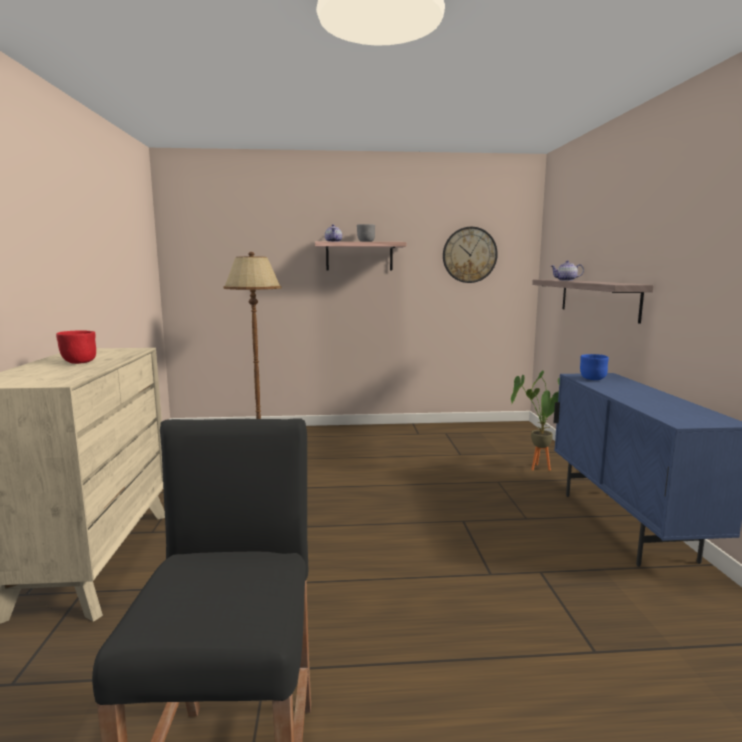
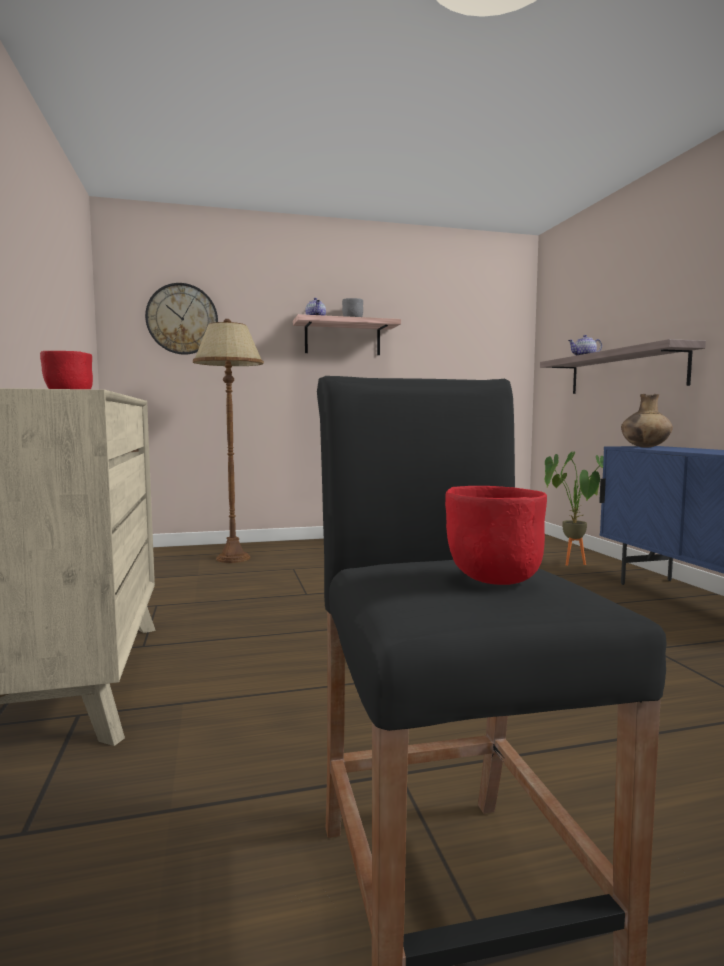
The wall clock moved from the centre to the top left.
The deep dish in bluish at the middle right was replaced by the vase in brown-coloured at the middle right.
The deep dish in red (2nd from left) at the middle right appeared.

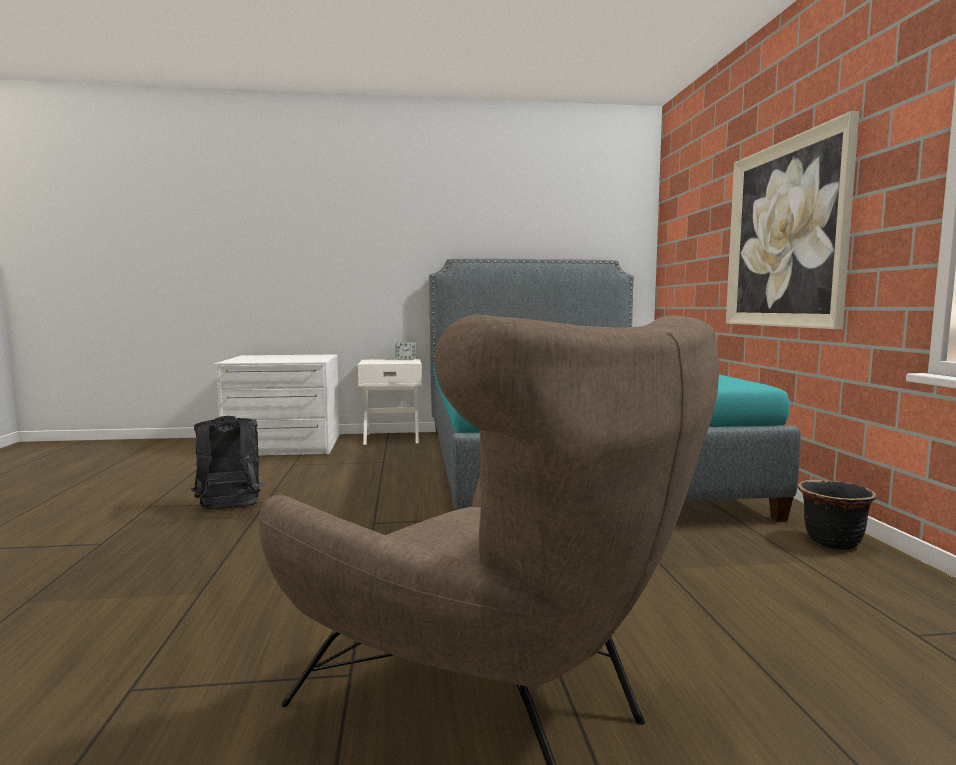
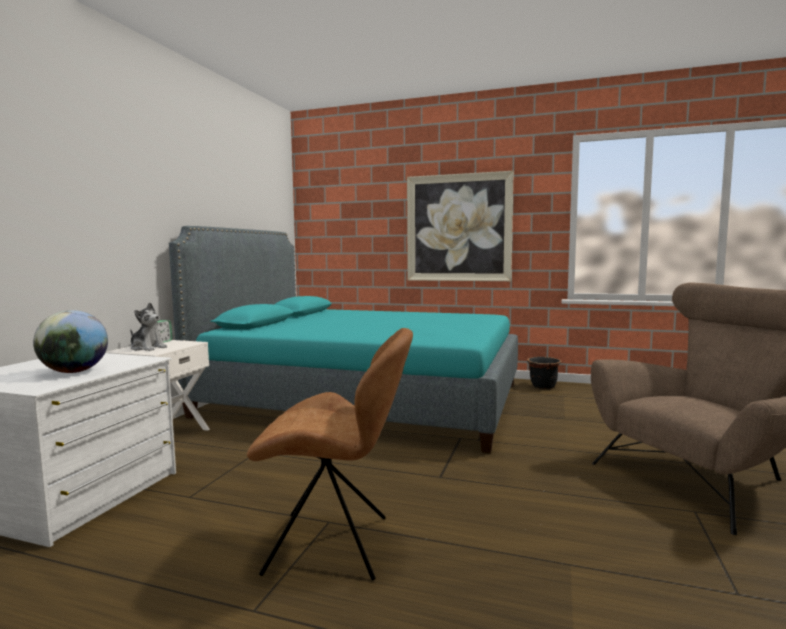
The rucksack in blackish at the middle left was replaced by the plain chair in brown-coloured at the bottom centre.
The plush toy at the middle left appeared.
The globe at the middle left appeared.

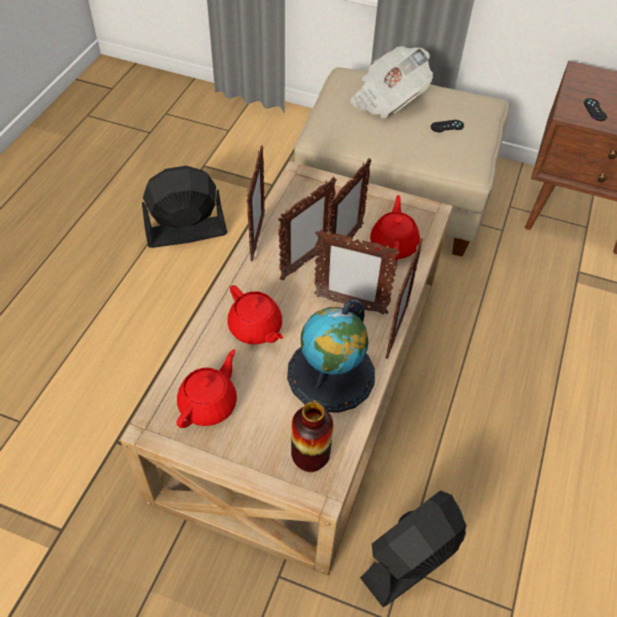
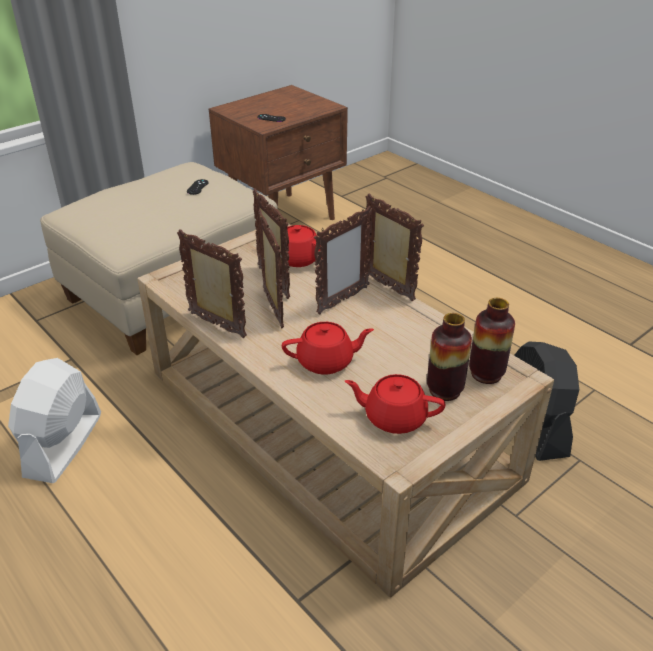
The printed paper at the top centre disappeared.
The cooling fan in blackish (1st from left) at the middle left became the cooling fan in whitish at the middle left.
The globe at the centre disappeared.
The tea pot in red (1st from left in the first image) at the centre turned 45 degrees counterclockwise.
The vase (1st from left) at the middle right appeared.

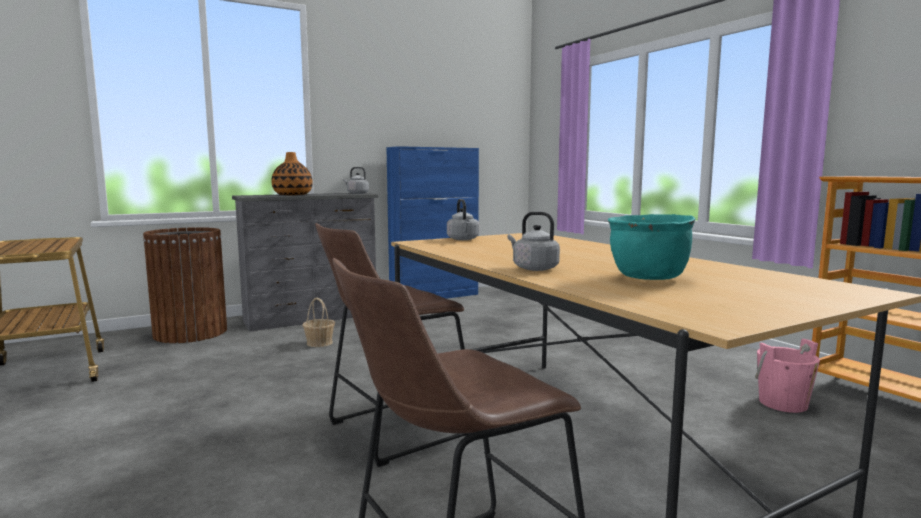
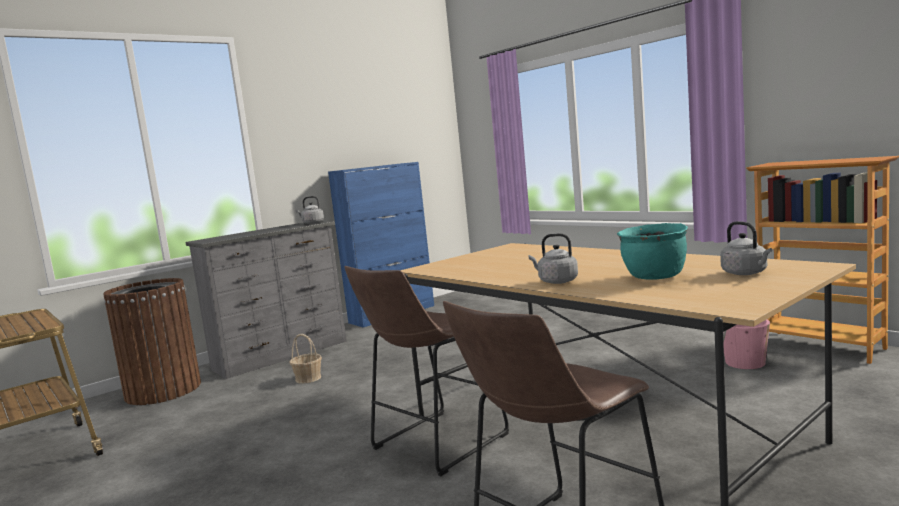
The vase at the middle left disappeared.
The kettle in greyish (2nd from left in the first image) moved from the centre to the middle right.

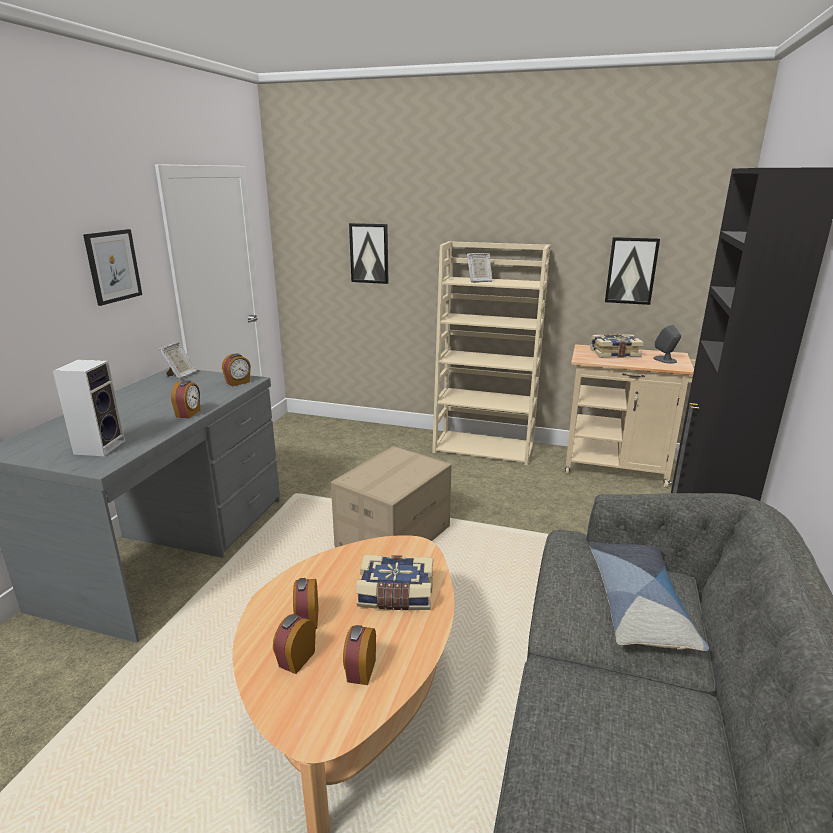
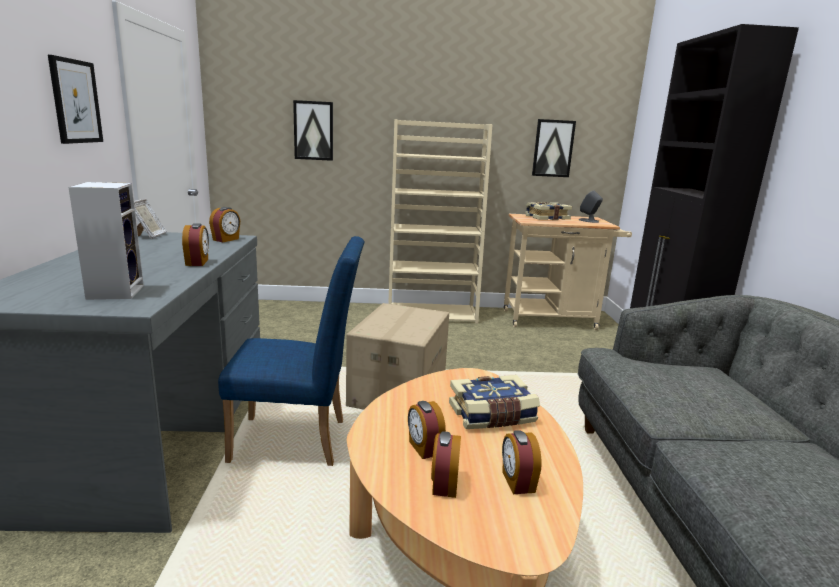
The standing frame (2nd from left) at the top centre disappeared.
The cushion at the bottom right disappeared.
The plain chair in bluish at the centre appeared.

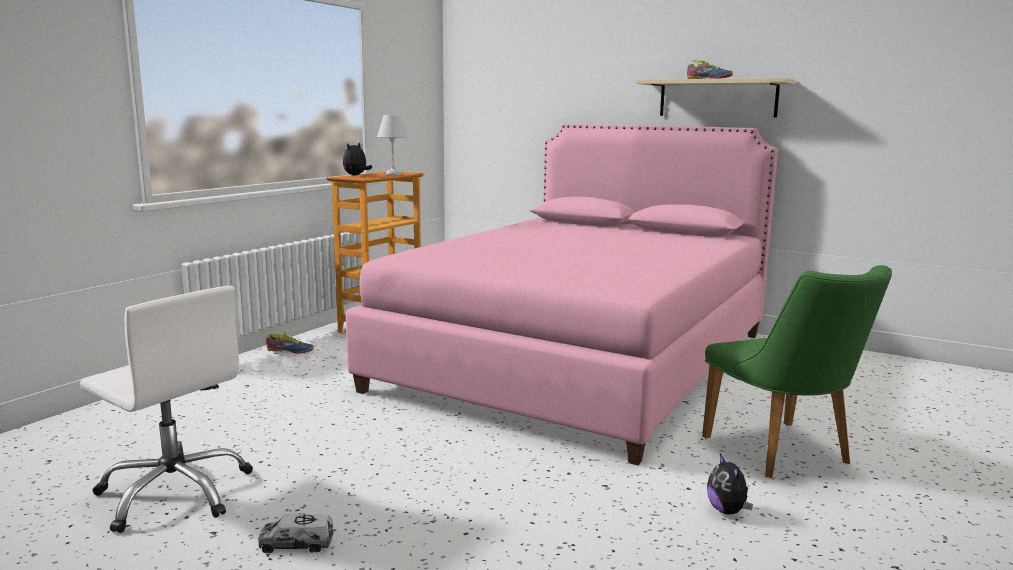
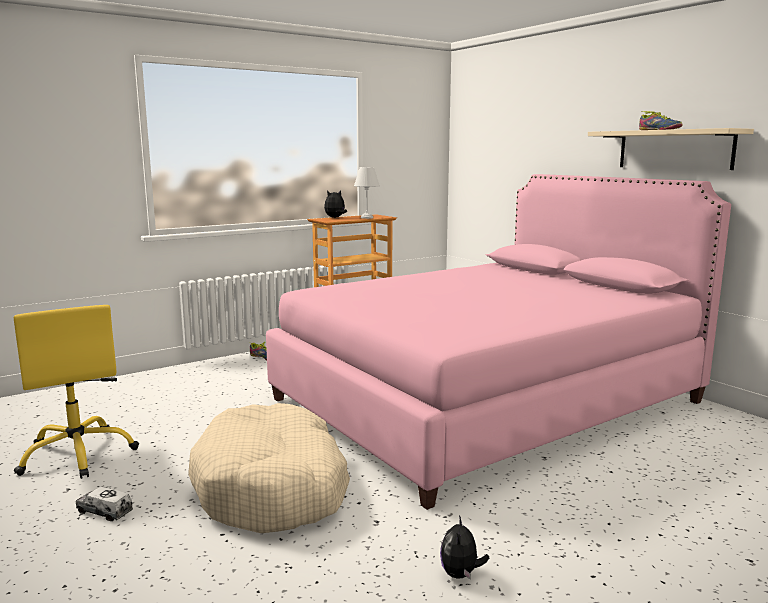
The plain chair in green at the middle right disappeared.
The office chair in whitish at the bottom left became the office chair in yellowish at the middle left.
The dog bed in beige-coloured at the bottom centre appeared.

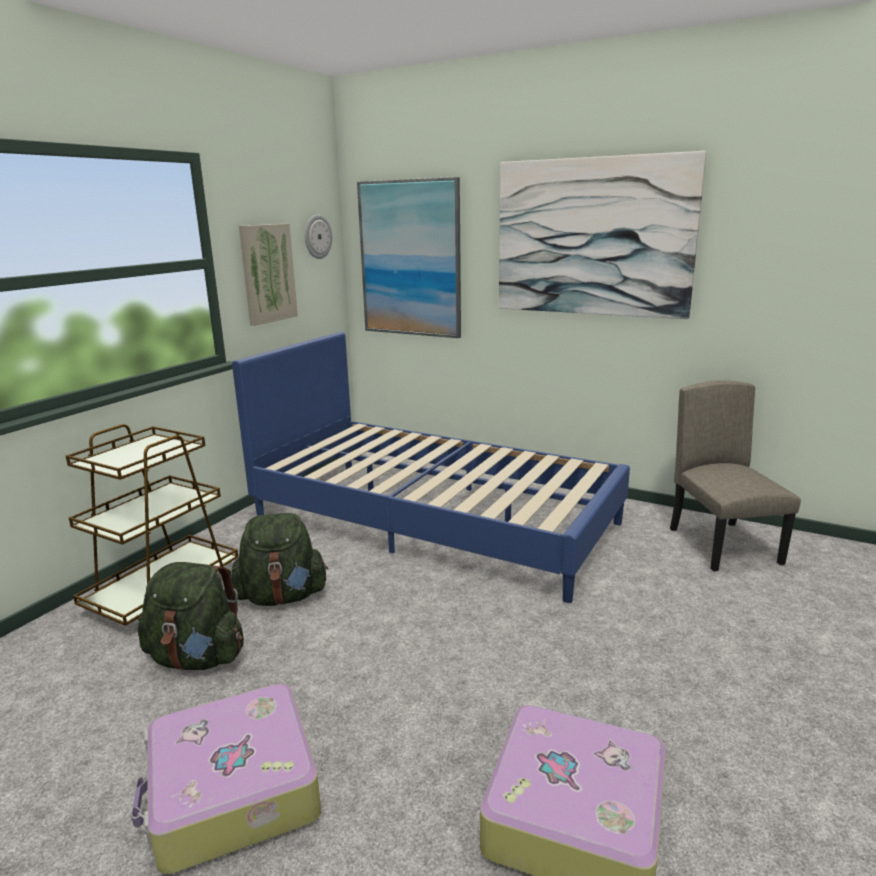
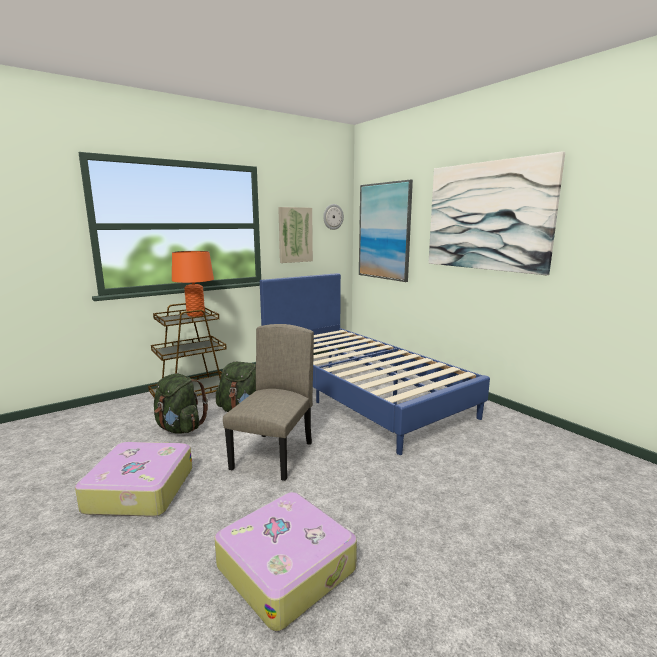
The plain chair in beige-coloured moved from the middle right to the centre.
The table lamp in orangey at the middle left appeared.

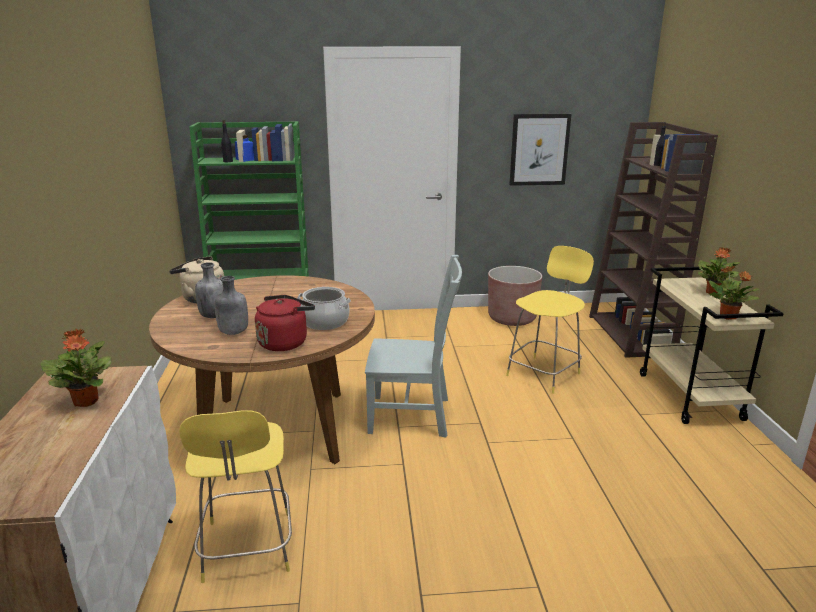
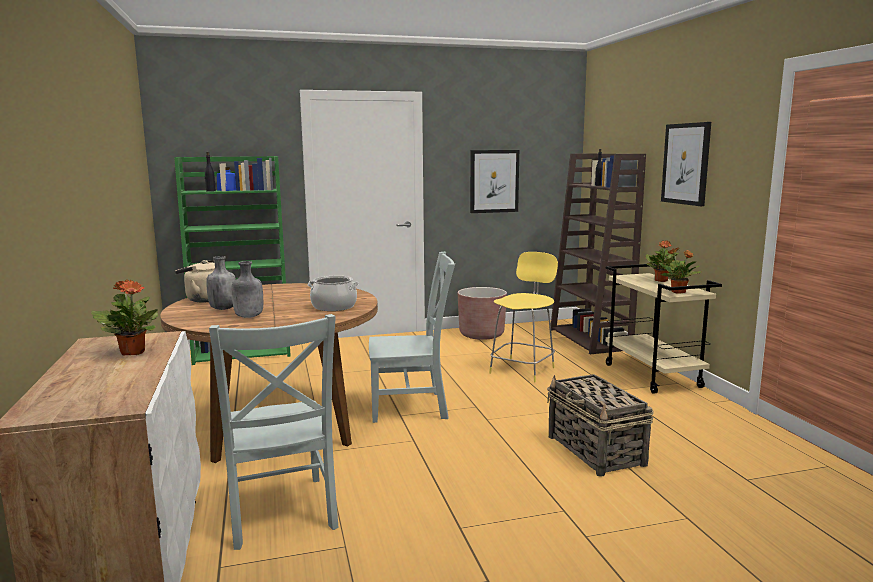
The kettle in red at the centre disappeared.
The stool seat in yellowish (1st from left) at the bottom left was replaced by the plain chair in greyish (1st from left) at the bottom left.
The wall picture (2nd from left) at the top right appeared.
The storage basket at the bottom right appeared.

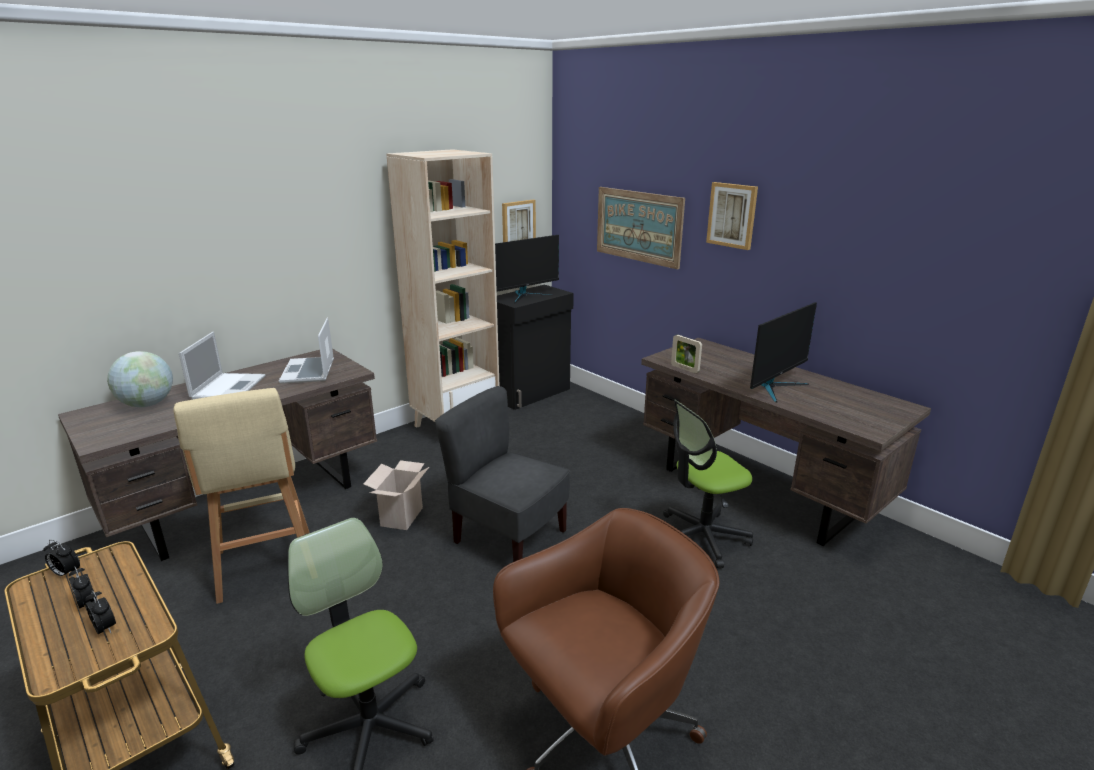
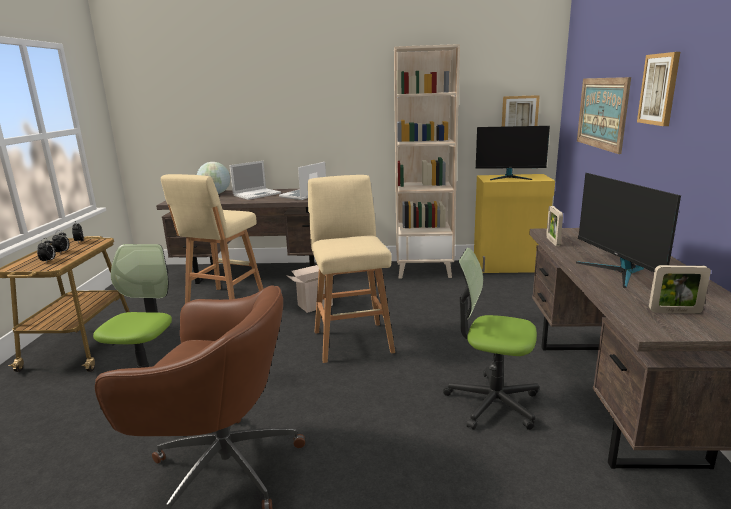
The cabinet in blackish at the centre became the cabinet in yellowish at the middle right.
The computer screen (2nd from left) at the middle right turned 75 degrees clockwise.
The plain chair in greyish at the centre was replaced by the stool seat in beige-coloured (2nd from left) at the centre.
The standing frame (2nd from left) at the middle right appeared.

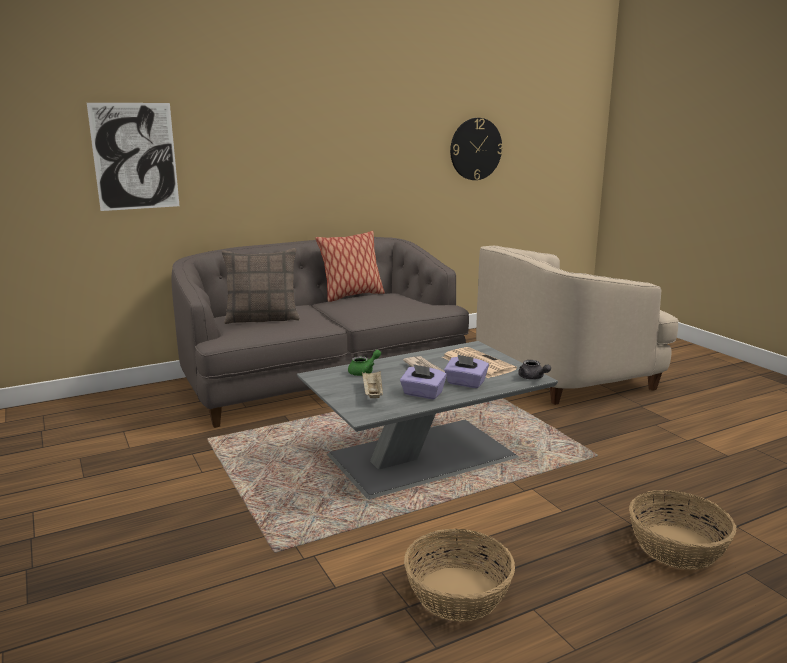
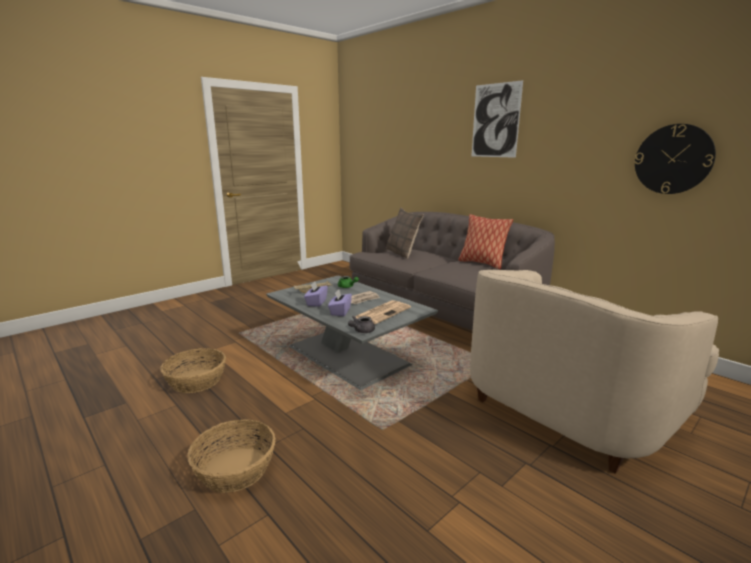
The wall picture moved from the top left to the top centre.
The lounge chair in beige-coloured at the middle right turned 90 degrees counterclockwise.

